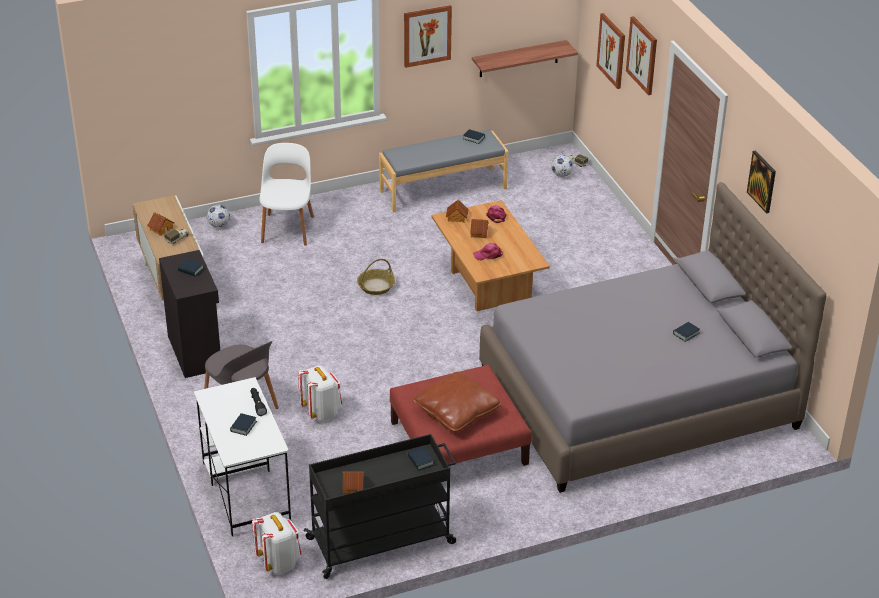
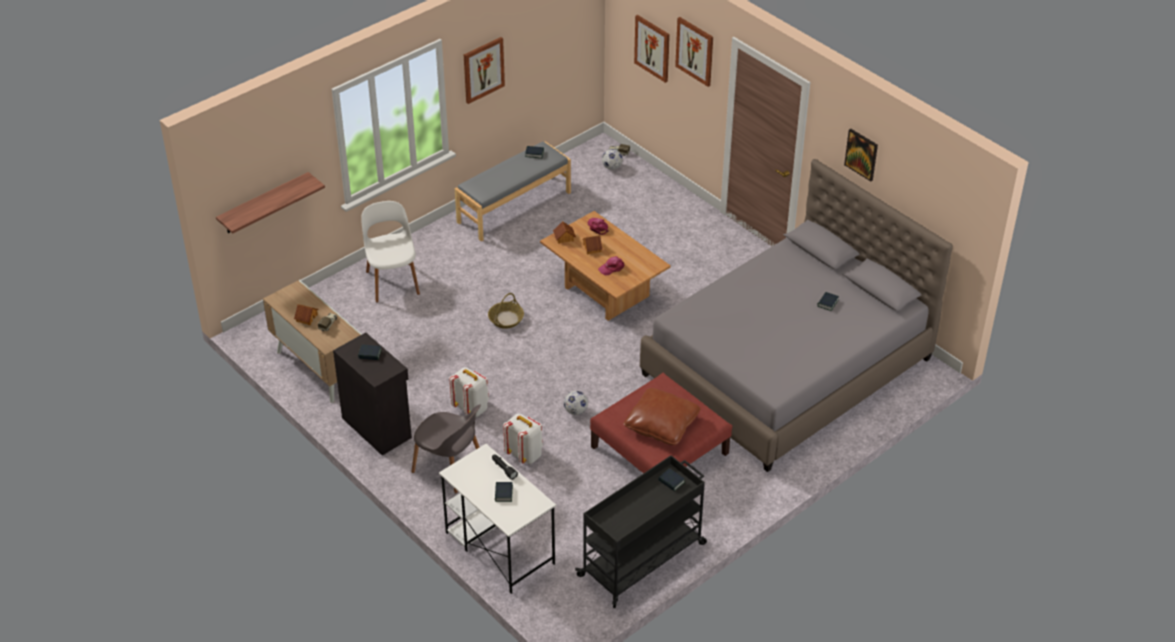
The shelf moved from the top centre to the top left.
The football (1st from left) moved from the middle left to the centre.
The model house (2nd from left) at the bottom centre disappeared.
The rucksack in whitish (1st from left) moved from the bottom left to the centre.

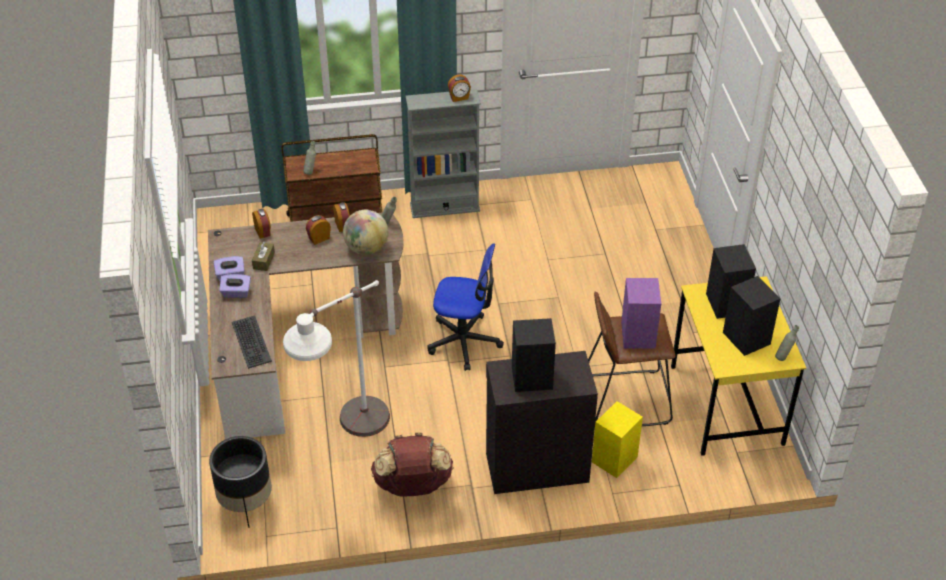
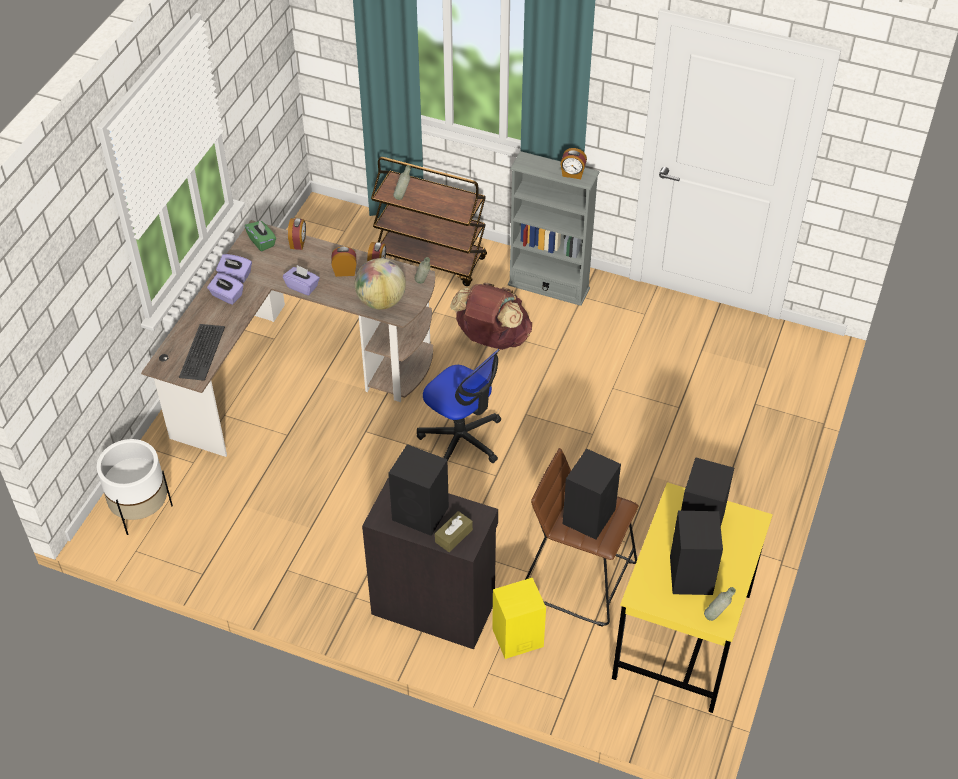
The tissue holder in brown-coloured moved from the middle left to the bottom centre.
The speaker in purple at the middle right became the speaker in blackish (2nd from left) at the centre.
The floor lamp in whitish at the centre disappeared.
The rucksack in brown-coloured moved from the bottom centre to the centre.
The plant pot in blackish at the bottom left became the plant pot in whitish at the middle left.
The tissue holder in green at the top left appeared.
The tissue holder in purple (3rd from left) at the middle left appeared.

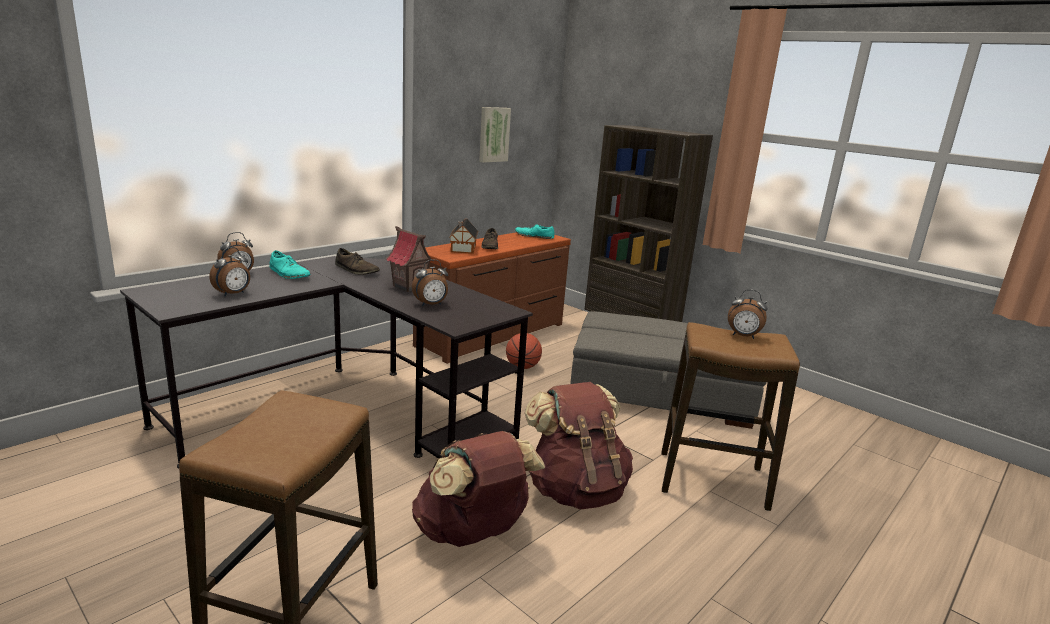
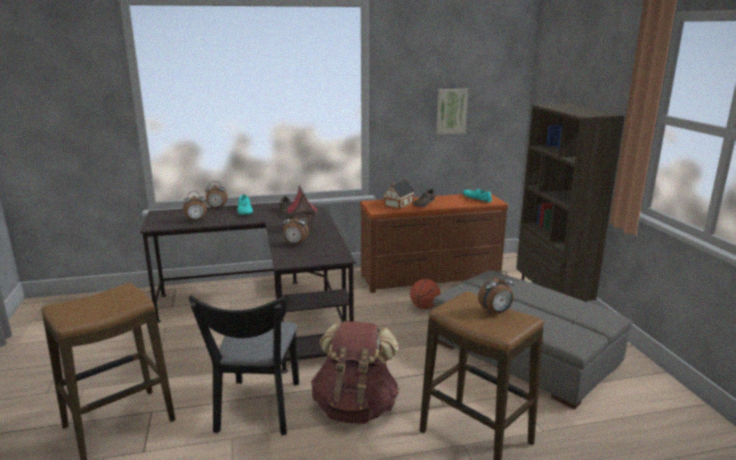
The bedside clock (4th from left) at the middle right turned 75 degrees counterclockwise.
The rucksack in brown-coloured (1st from left) at the bottom centre was replaced by the plain chair in blackish at the bottom left.

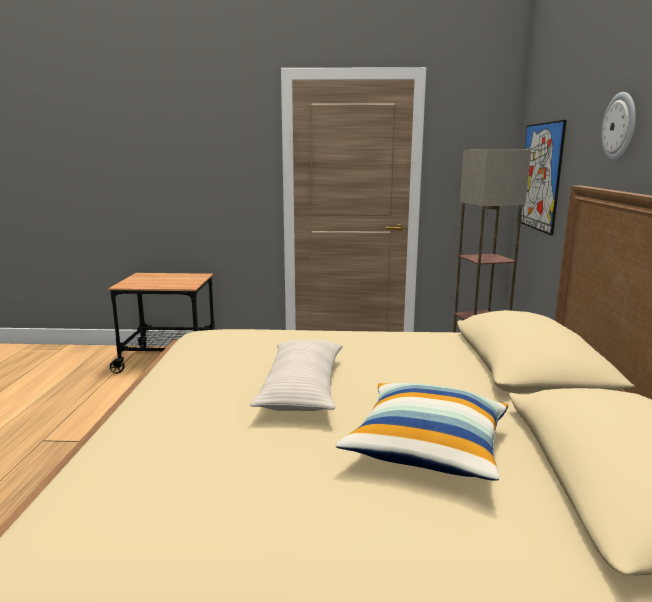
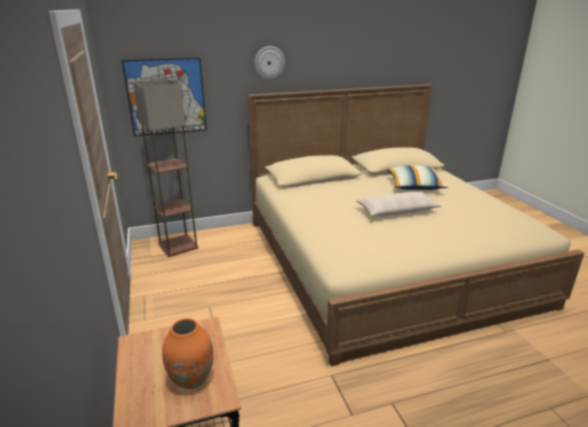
The vase in orangey at the bottom left appeared.

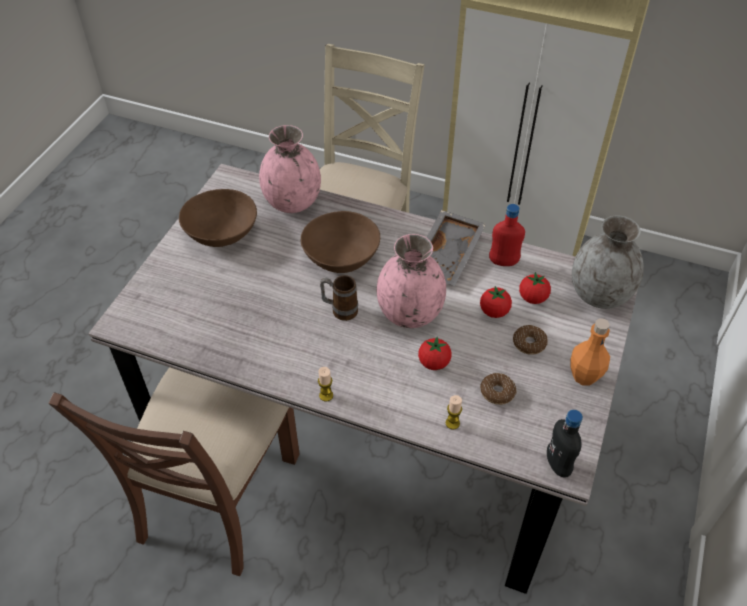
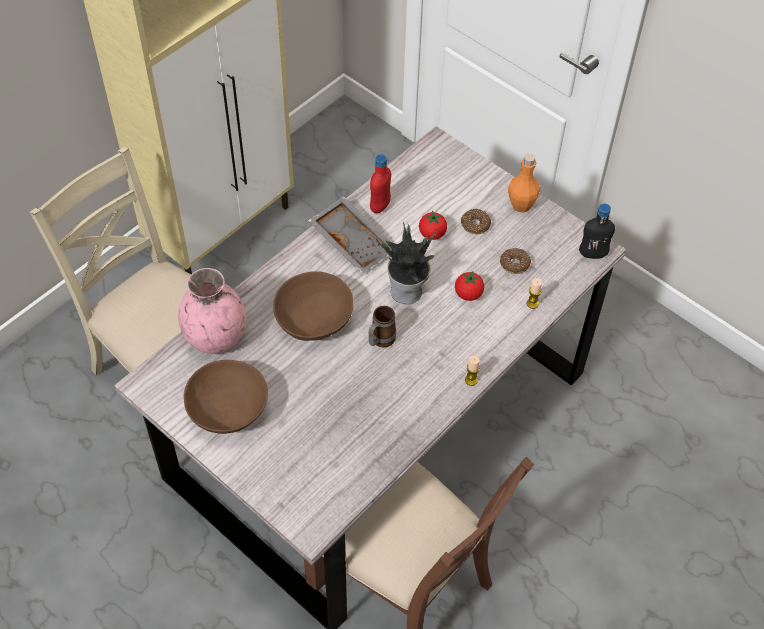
The vase in greyish at the middle right disappeared.
The vase in pink (2nd from left) at the centre was replaced by the houseplant at the centre.
The fresh tomato (3rd from left) at the middle right disappeared.

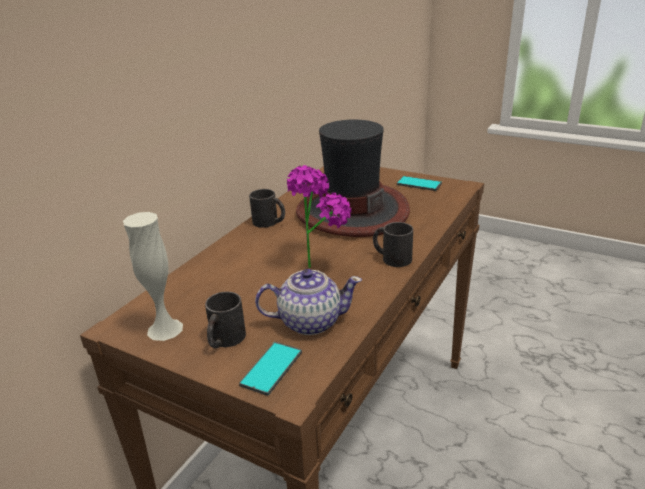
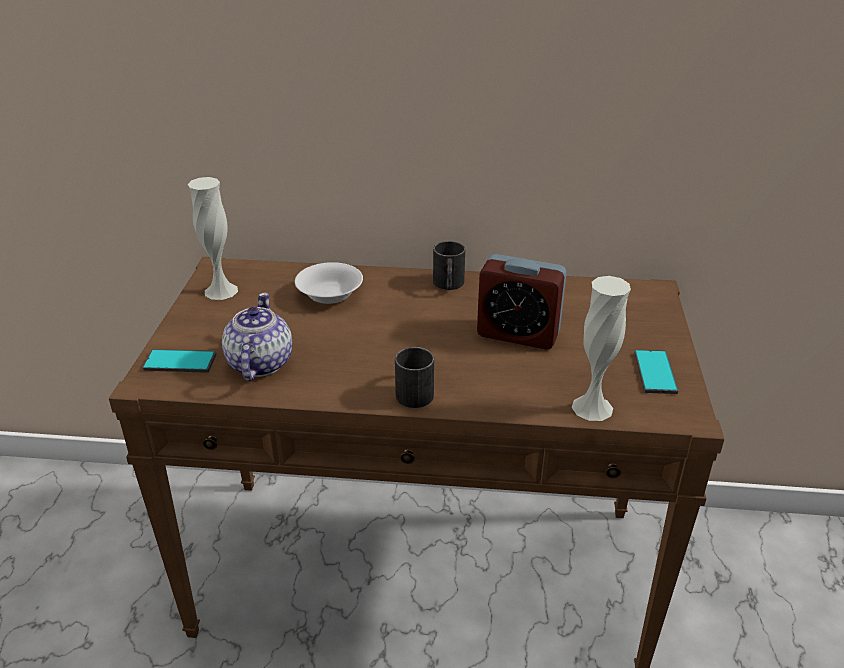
The wearable hat at the centre was replaced by the bedside clock at the centre.
The houseplant at the centre disappeared.
The tea pot at the centre turned 150 degrees counterclockwise.
The tea mug in blackish (1st from left) at the centre disappeared.
The deep dish in whitish at the centre appeared.
The vase in whitish (2nd from left) at the middle right appeared.

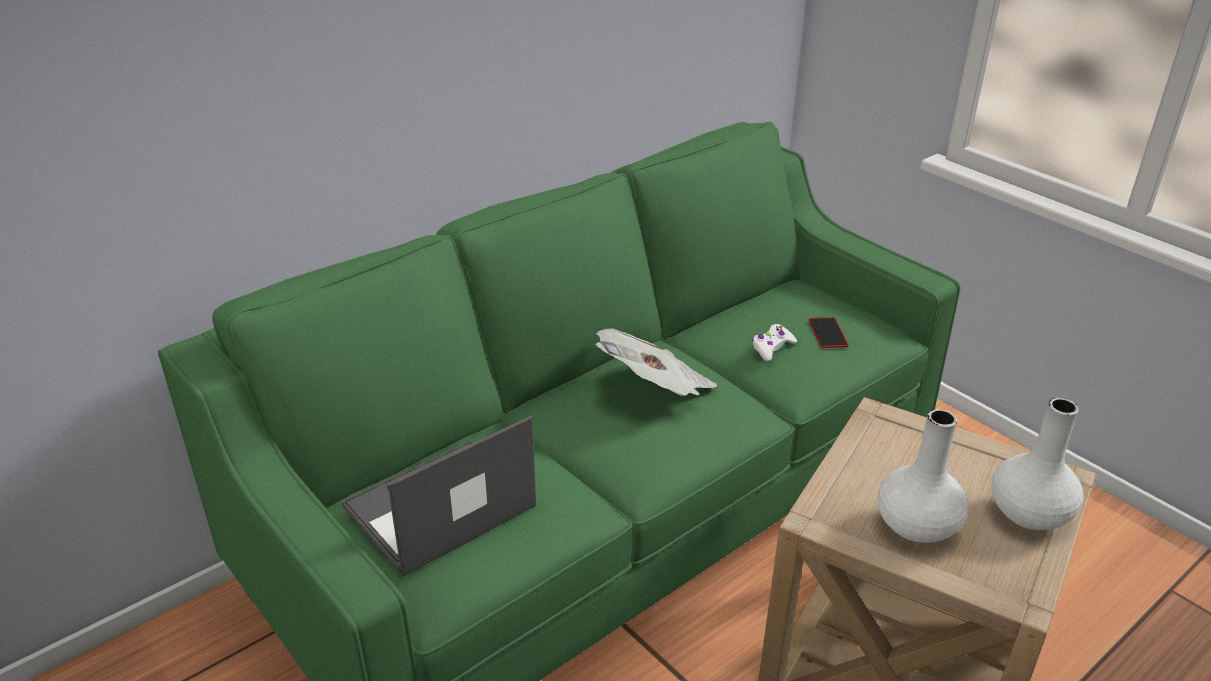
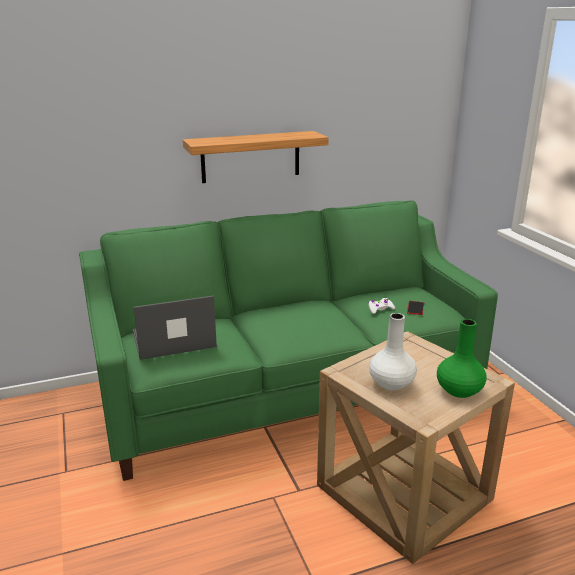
The printed paper at the centre disappeared.
The vase in whitish (2nd from left) at the bottom right became the vase in green at the middle right.
The shelf at the top centre appeared.

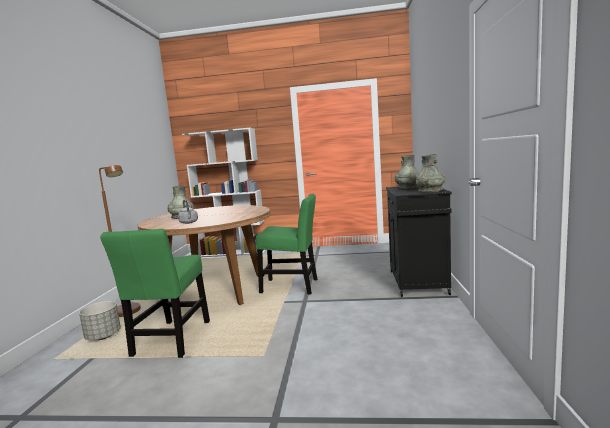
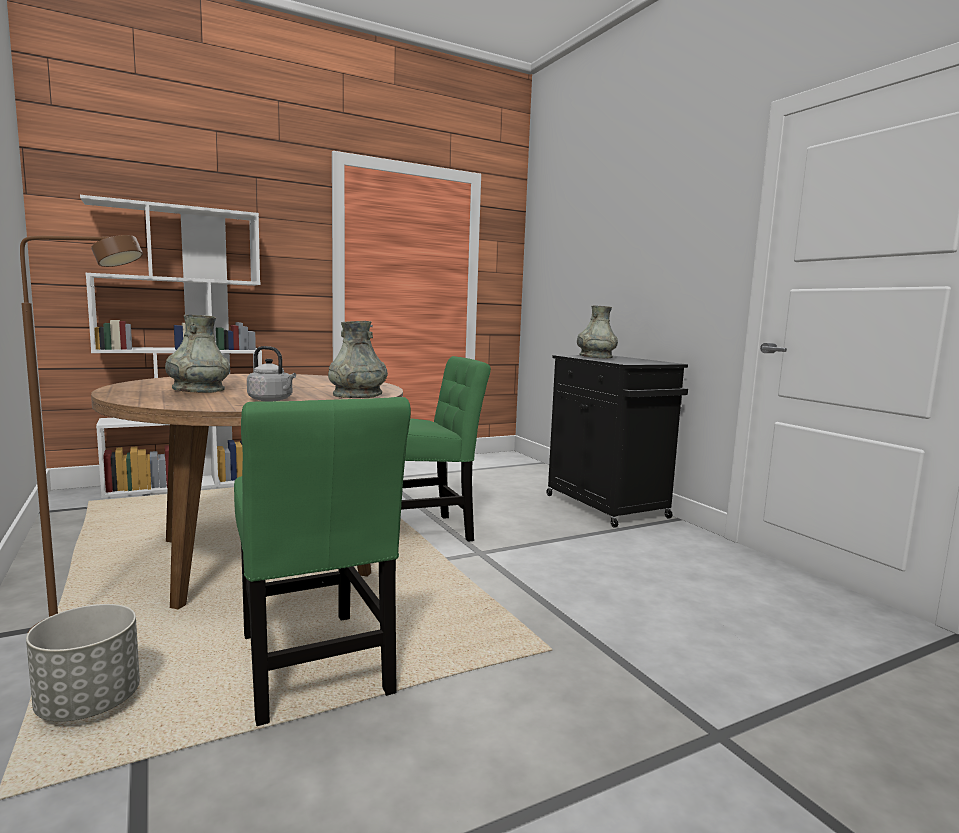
The vase in greyish (3rd from left in the first image) moved from the middle right to the centre.

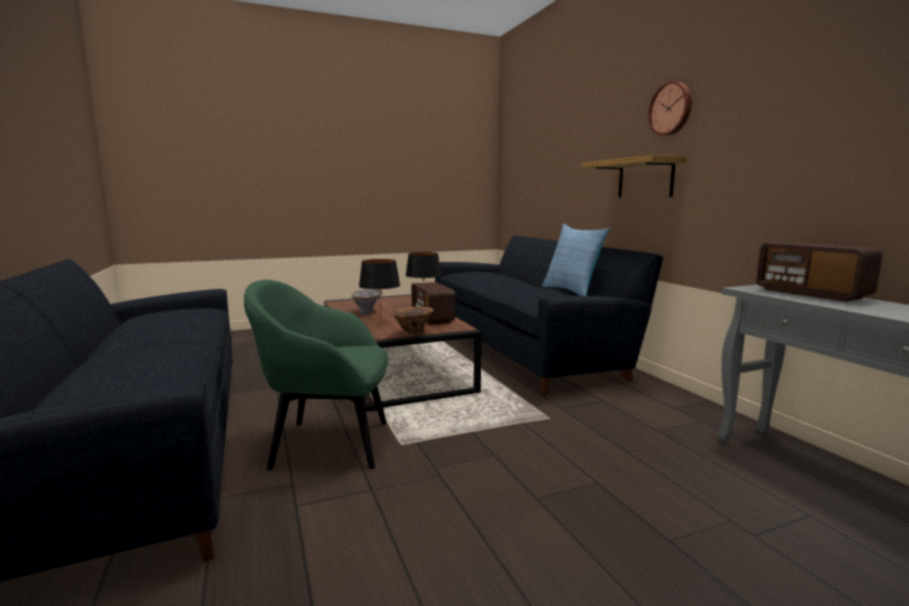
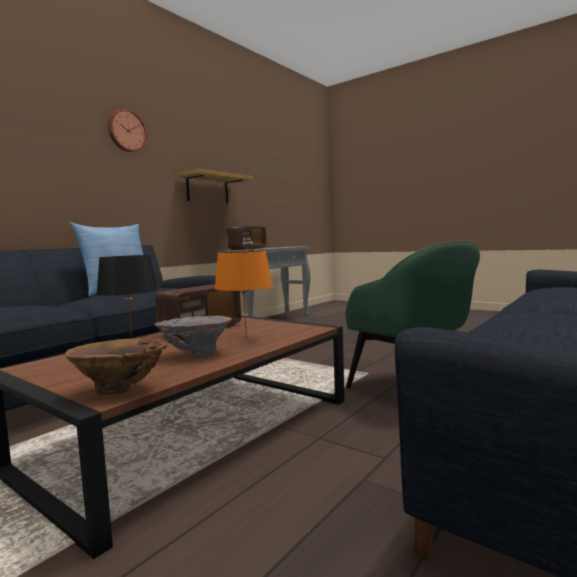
The shelf moved from the top right to the top centre.
The table lamp in blackish (1st from left) at the centre became the table lamp in orangey at the centre.
The vase in brown-coloured moved from the centre to the middle left.

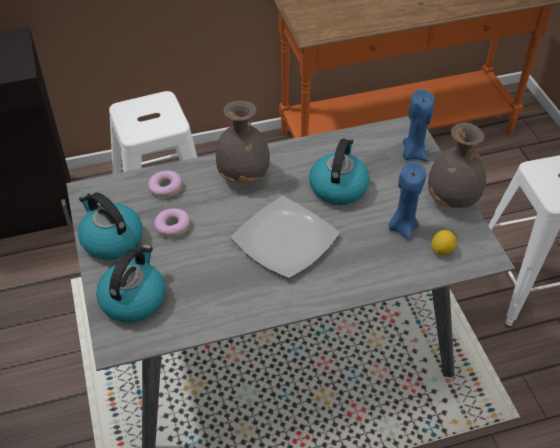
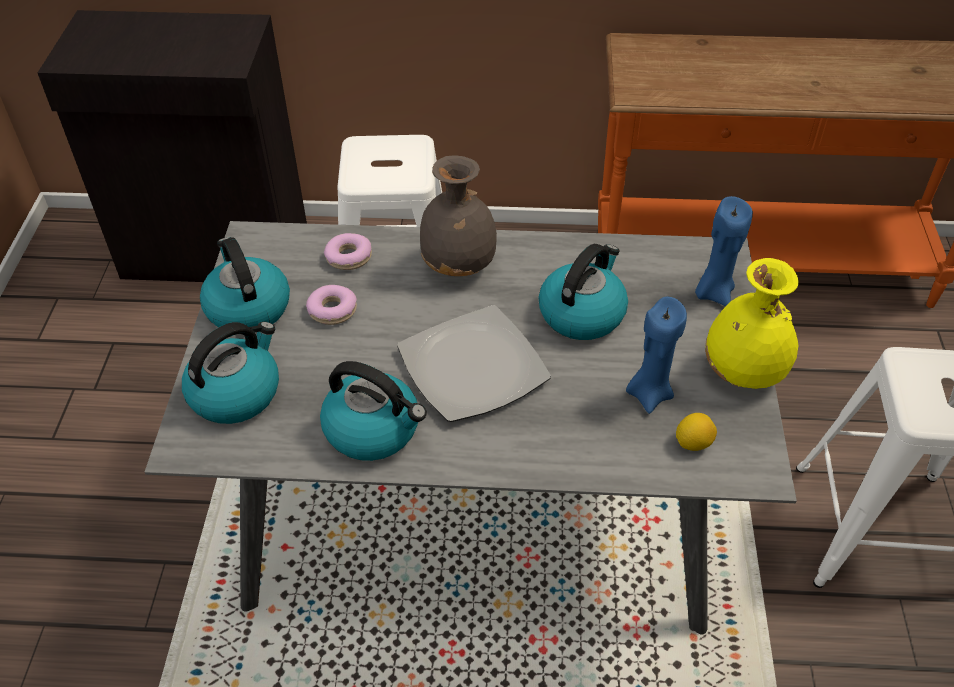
The vase in greyish (2nd from left) at the middle right became the vase in yellowish at the middle right.
The kettle (3rd from left) at the centre appeared.

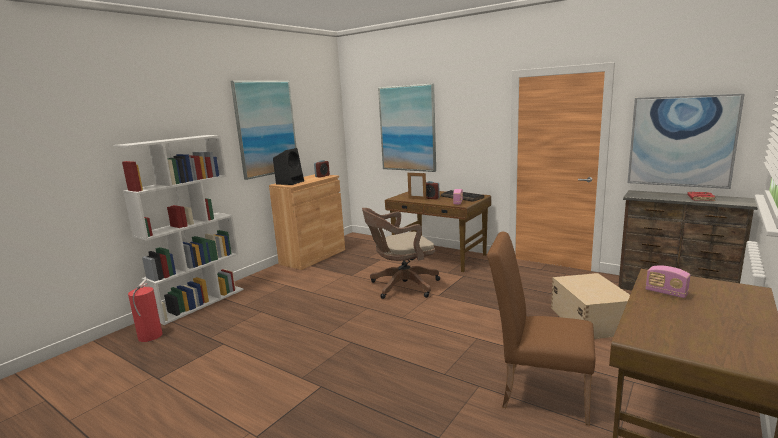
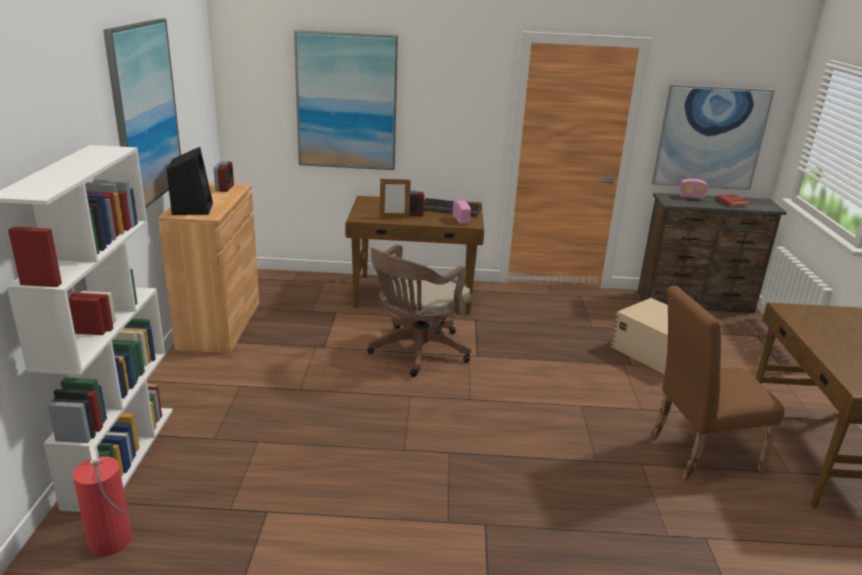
The radio set (2nd from left) moved from the middle right to the top right.

